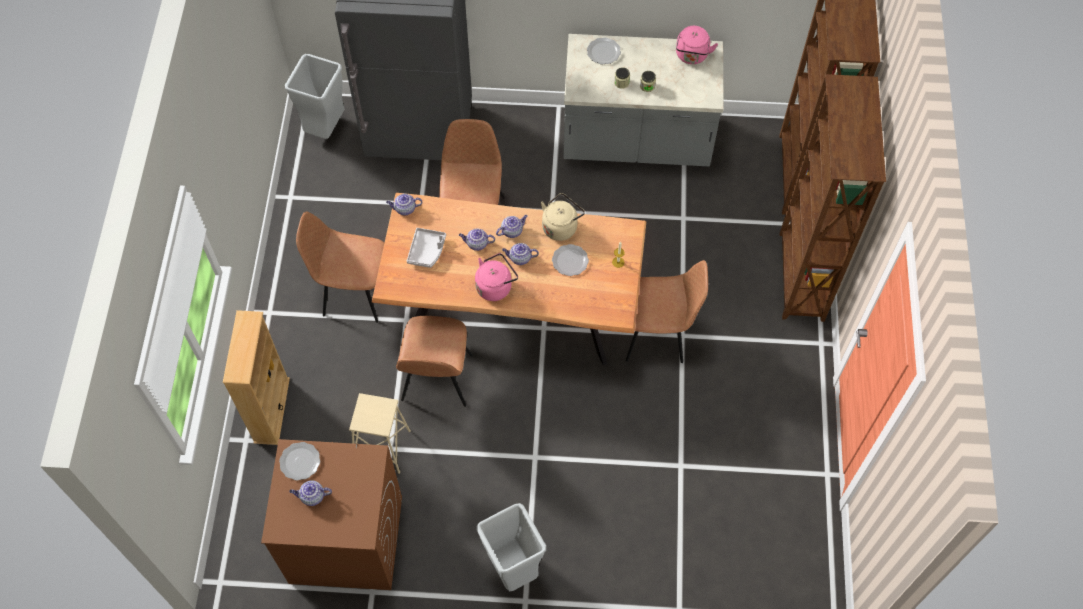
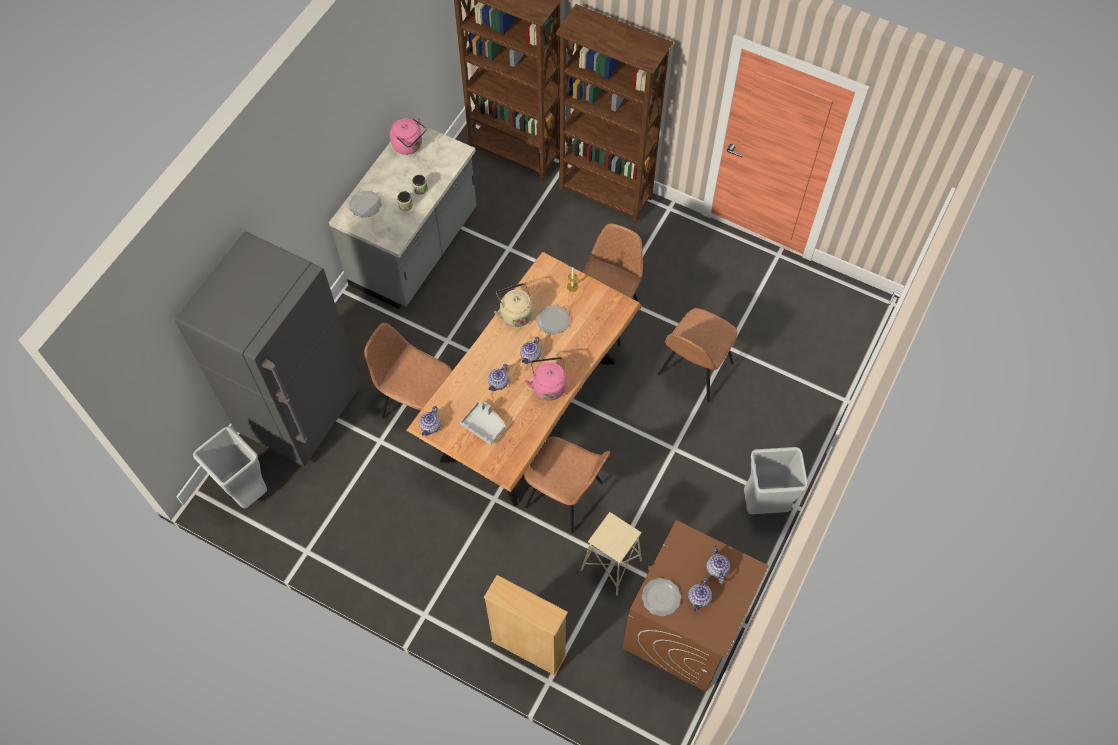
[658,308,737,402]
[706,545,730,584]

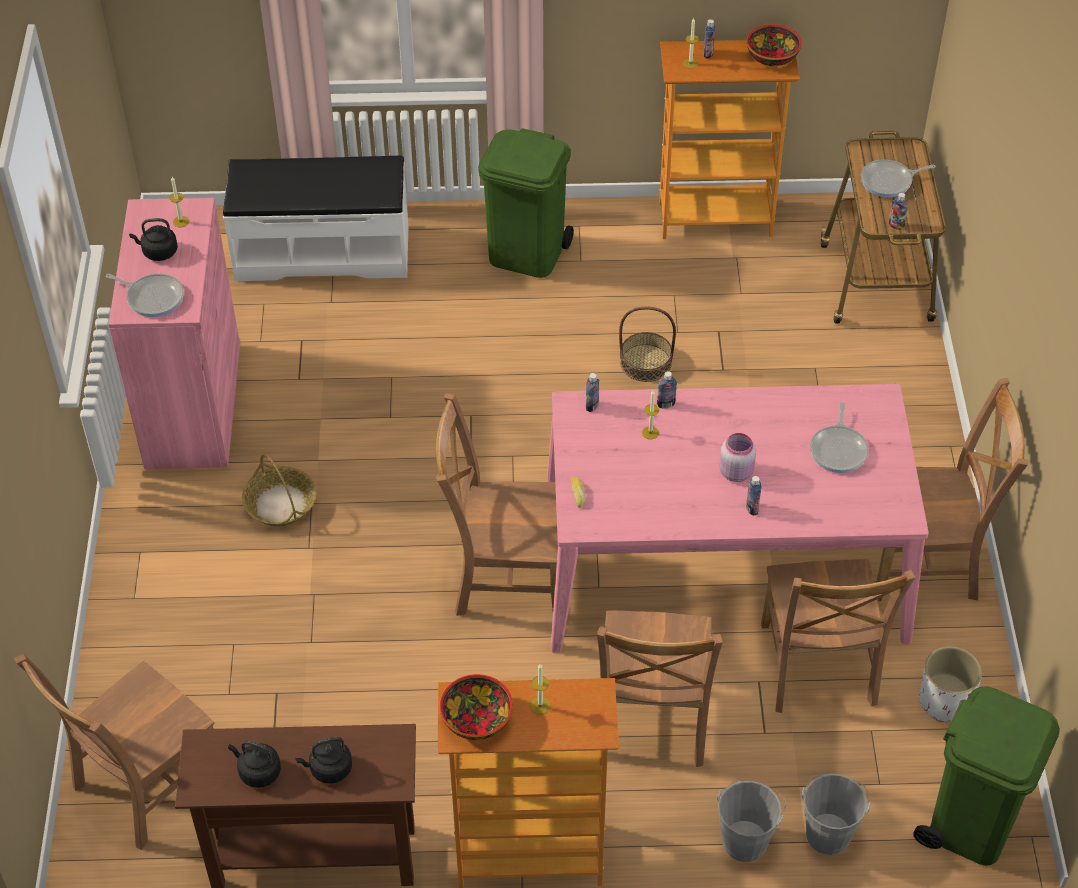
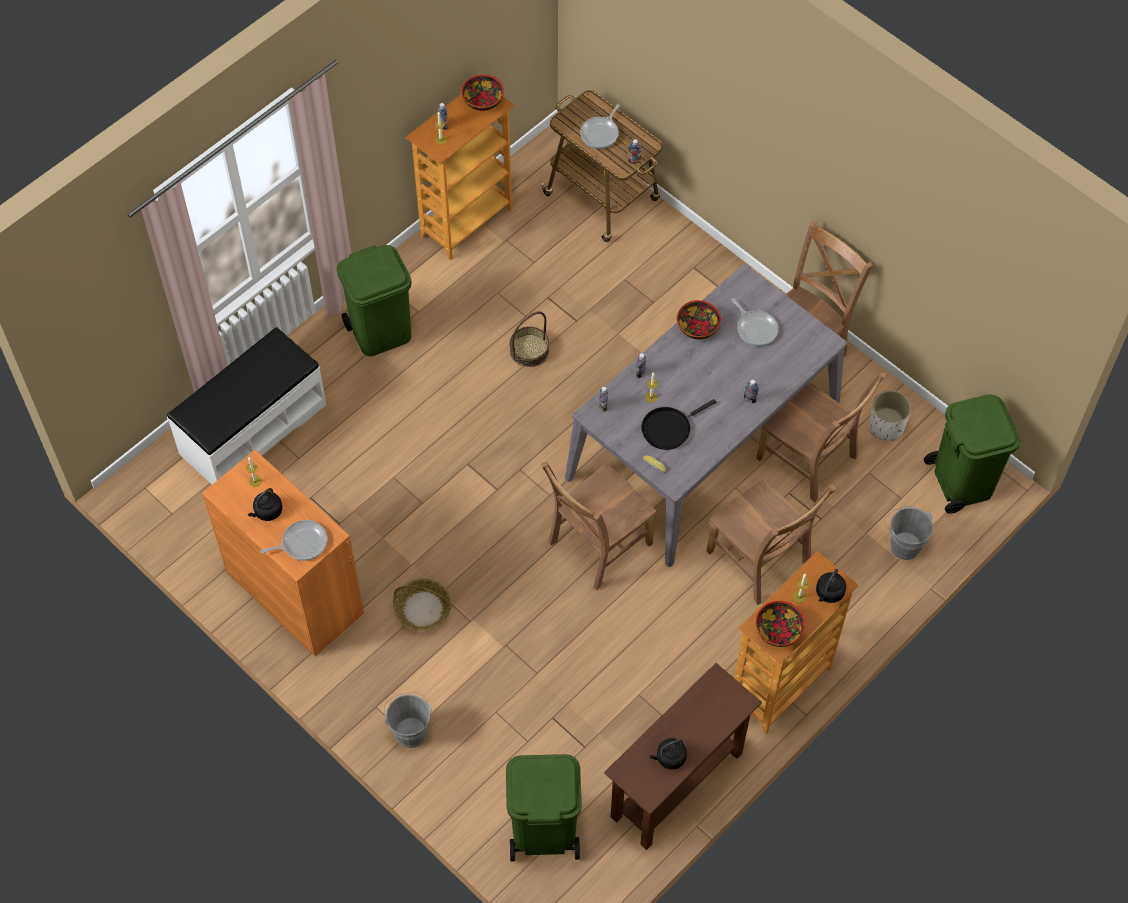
[202,450,364,656]
[384,692,432,748]
[506,754,582,861]
[565,264,847,567]
[642,399,716,450]
[677,300,721,339]
[816,569,846,603]
[719,433,756,482] (first image)

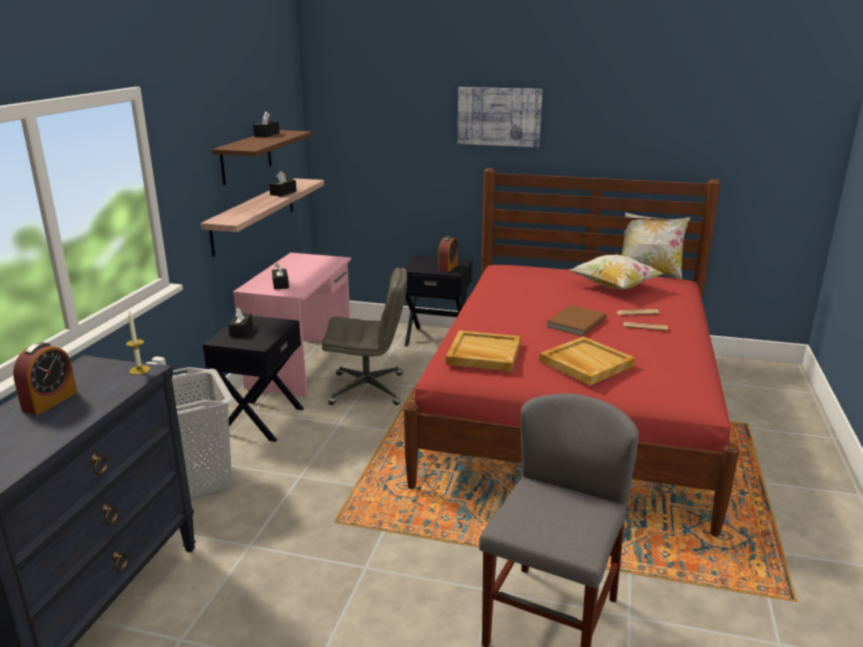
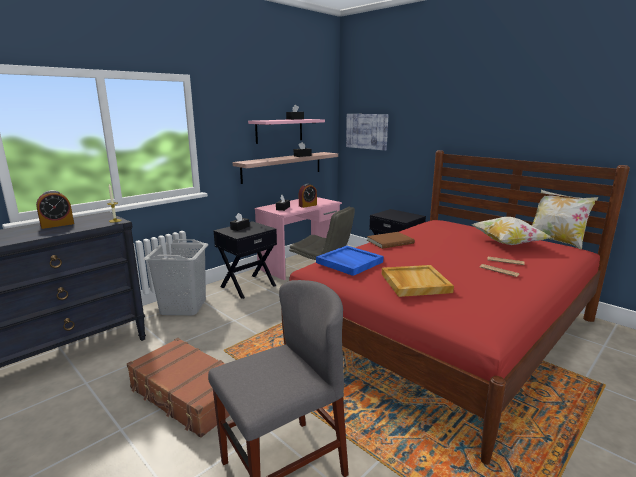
[127,338,230,438]
[248,119,325,144]
[299,184,317,208]
[316,246,384,276]
[346,114,388,151]
[367,232,415,249]

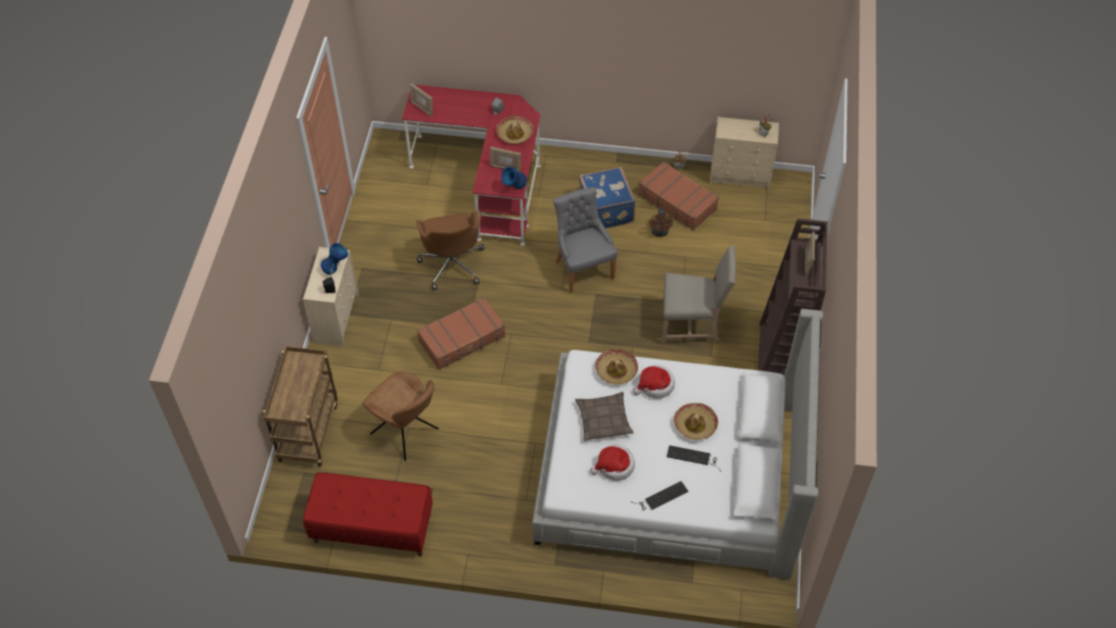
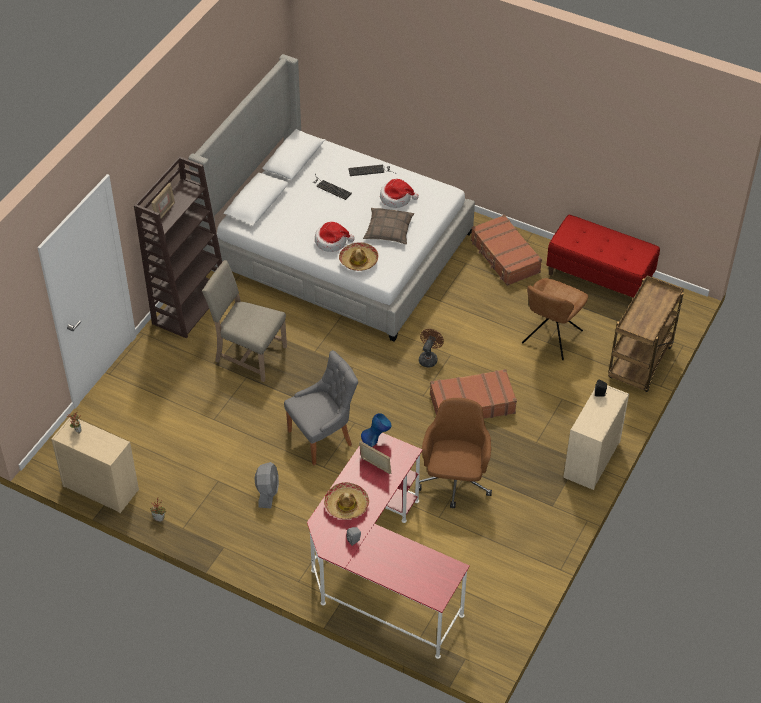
[255,462,279,508]
[284,350,358,465]
[419,329,444,367]
[471,215,542,286]
[522,278,588,360]
[321,243,348,275] (first image)
[410,83,433,117] (first image)
[674,403,718,440] (first image)

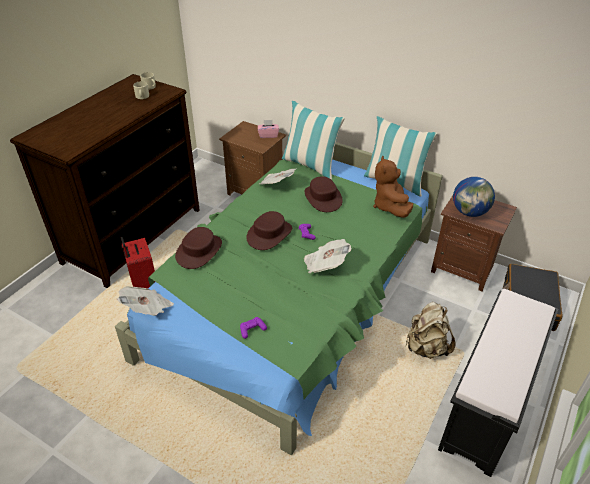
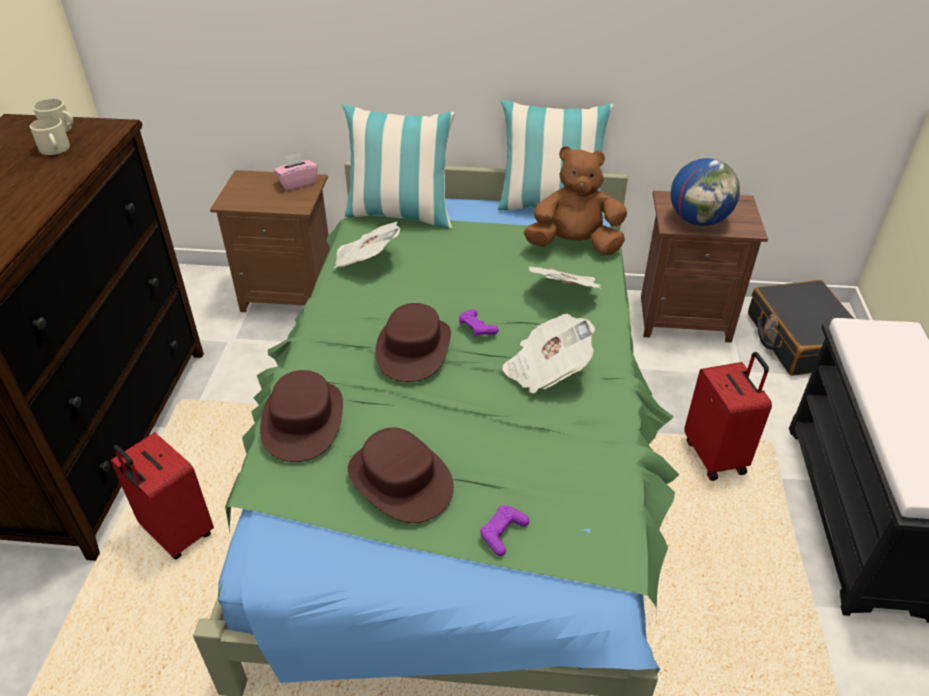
[348,427,454,523]
[524,146,627,255]
[529,267,602,289]
[684,352,772,481]

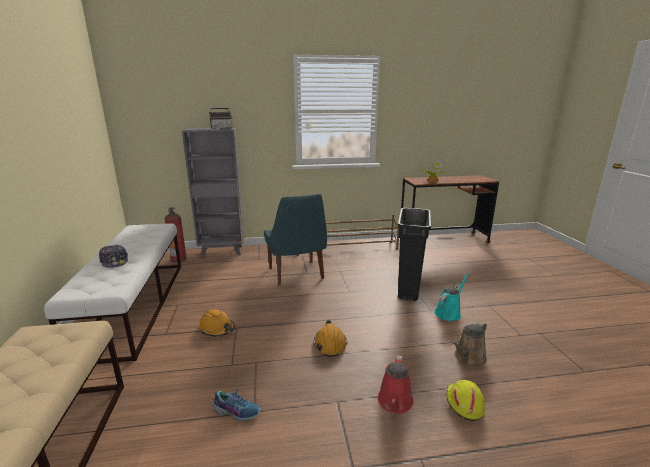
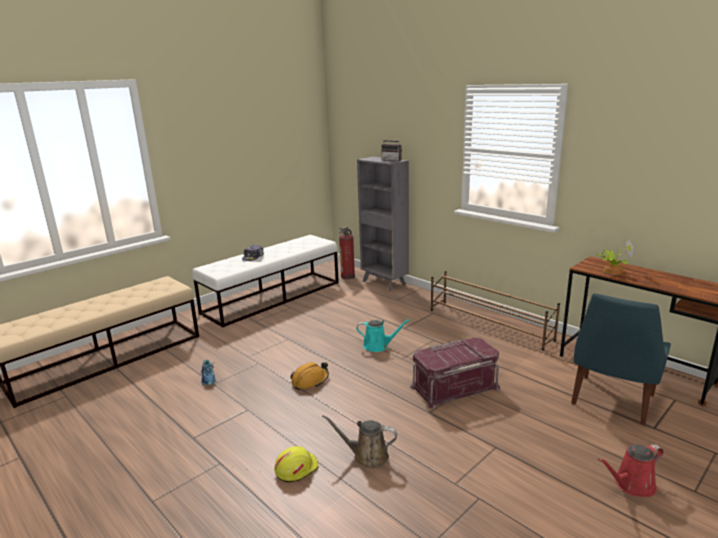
[356,319,410,352]
[410,337,500,409]
[571,293,671,426]
[598,444,664,497]
[199,309,235,337] (first image)

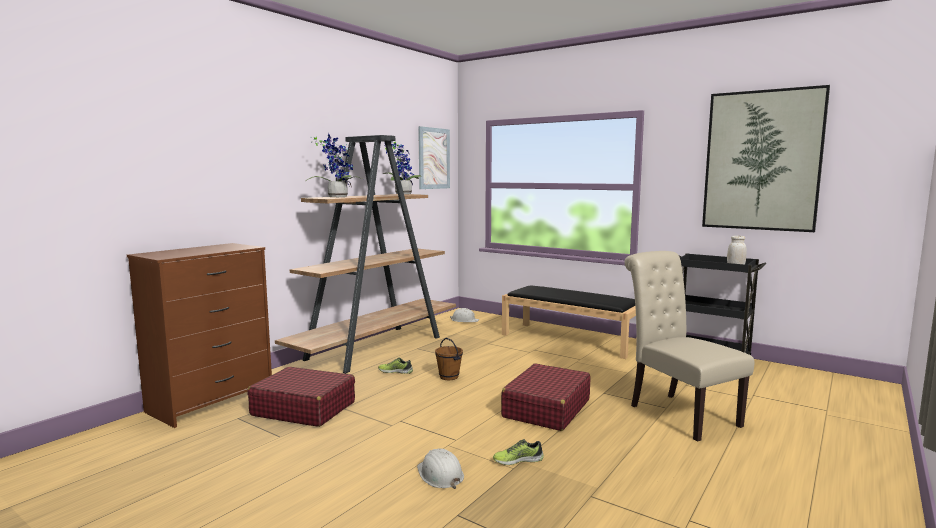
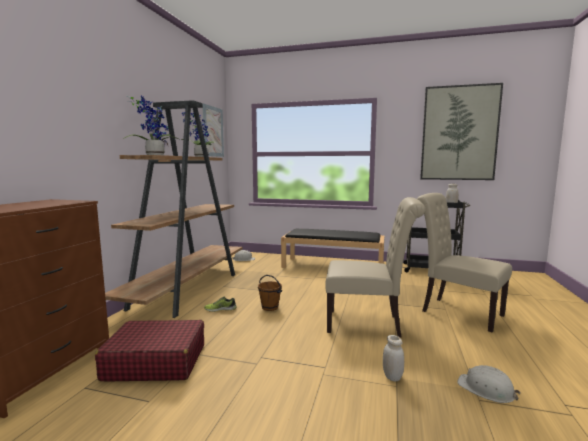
[325,197,425,337]
[383,335,404,381]
[457,365,521,403]

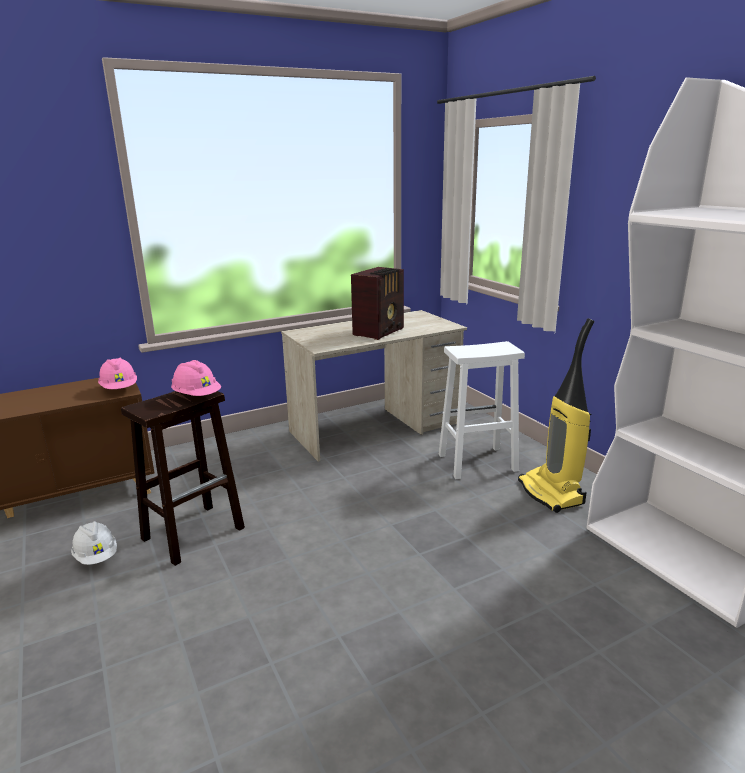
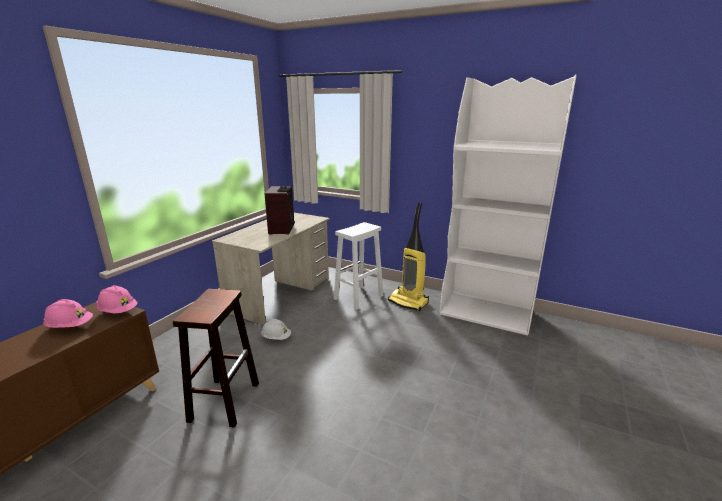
[43,299,93,328]
[261,319,291,340]

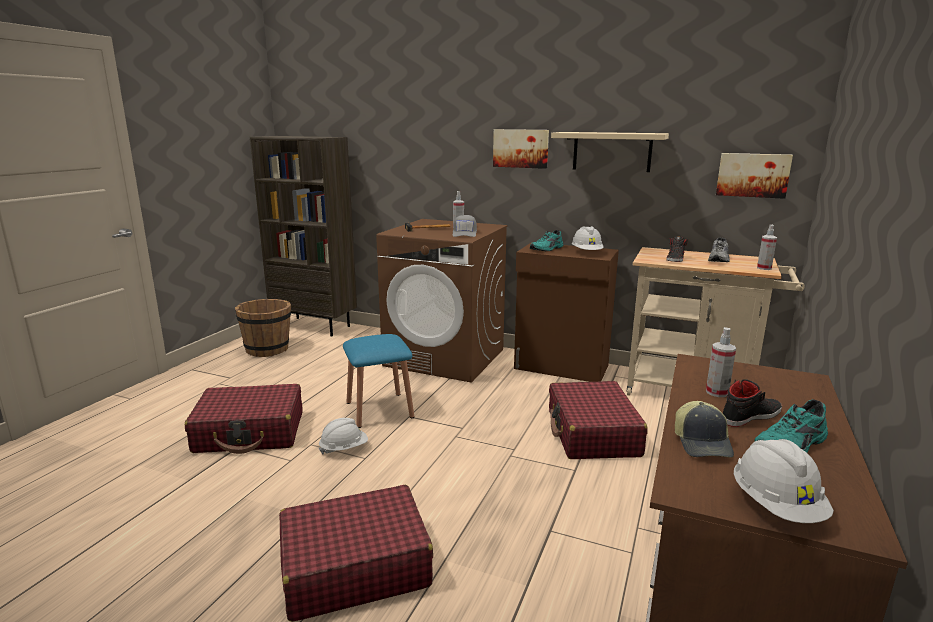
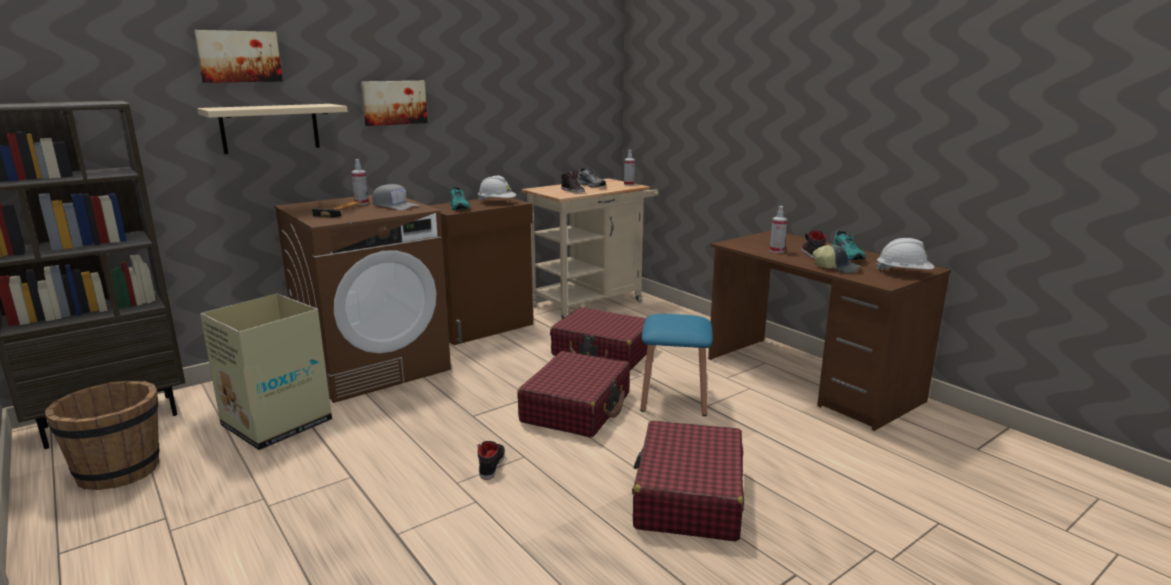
[194,30,283,83]
[197,104,348,154]
[200,294,332,450]
[477,441,505,480]
[517,351,630,438]
[640,314,713,416]

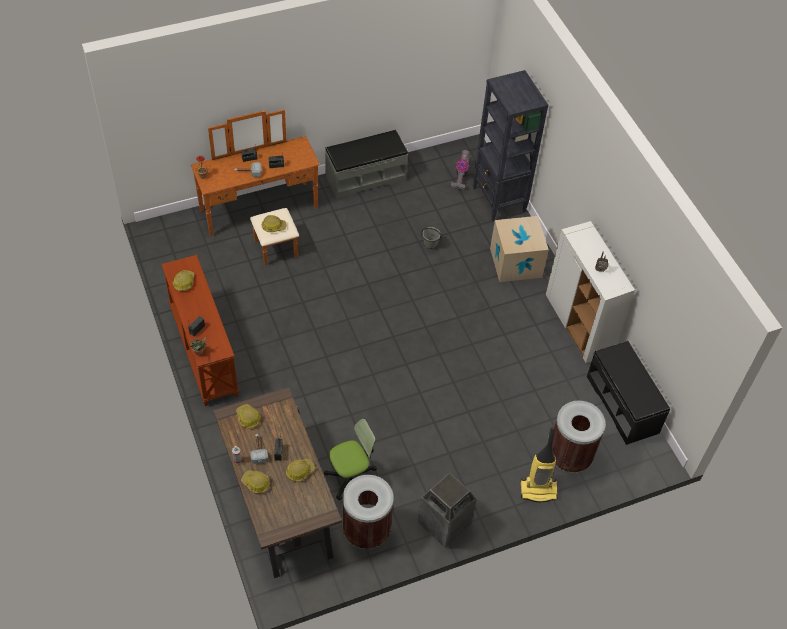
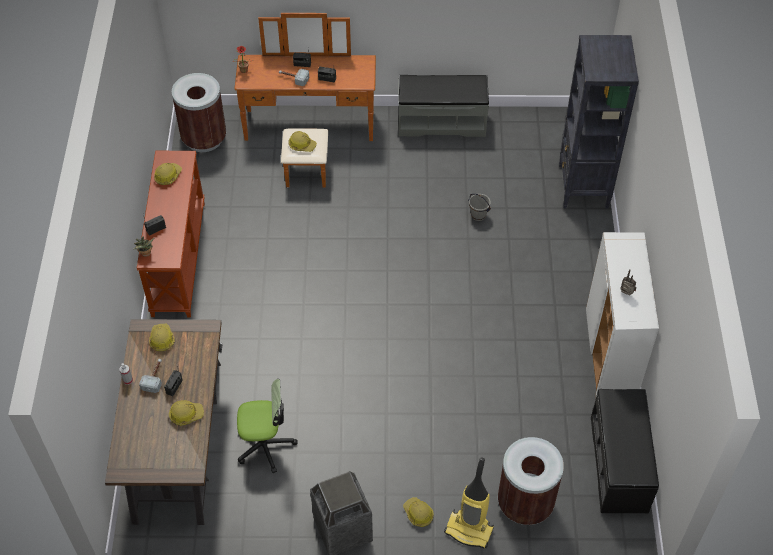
[172,73,226,152]
[403,497,434,527]
[451,150,470,190] (first image)
[490,216,549,282] (first image)

